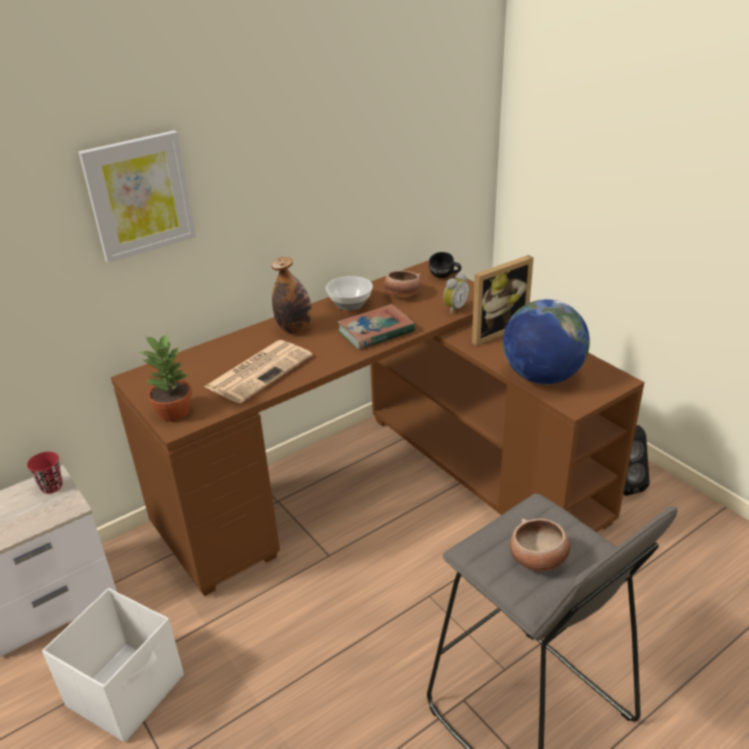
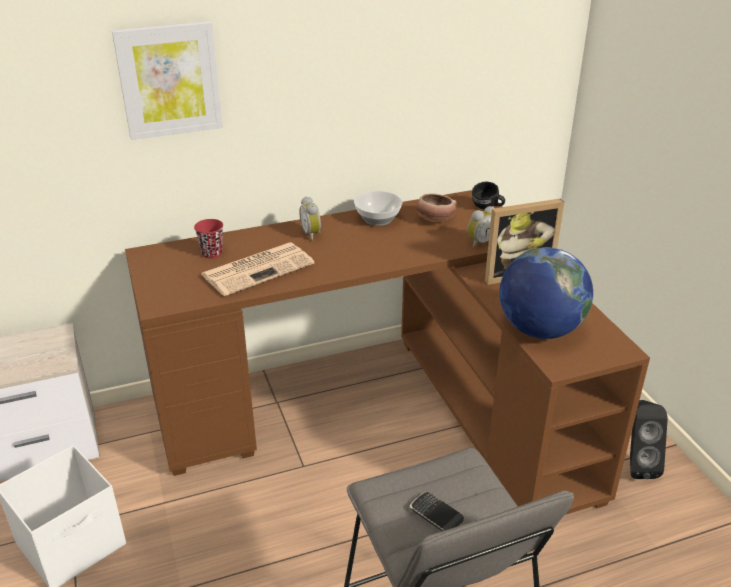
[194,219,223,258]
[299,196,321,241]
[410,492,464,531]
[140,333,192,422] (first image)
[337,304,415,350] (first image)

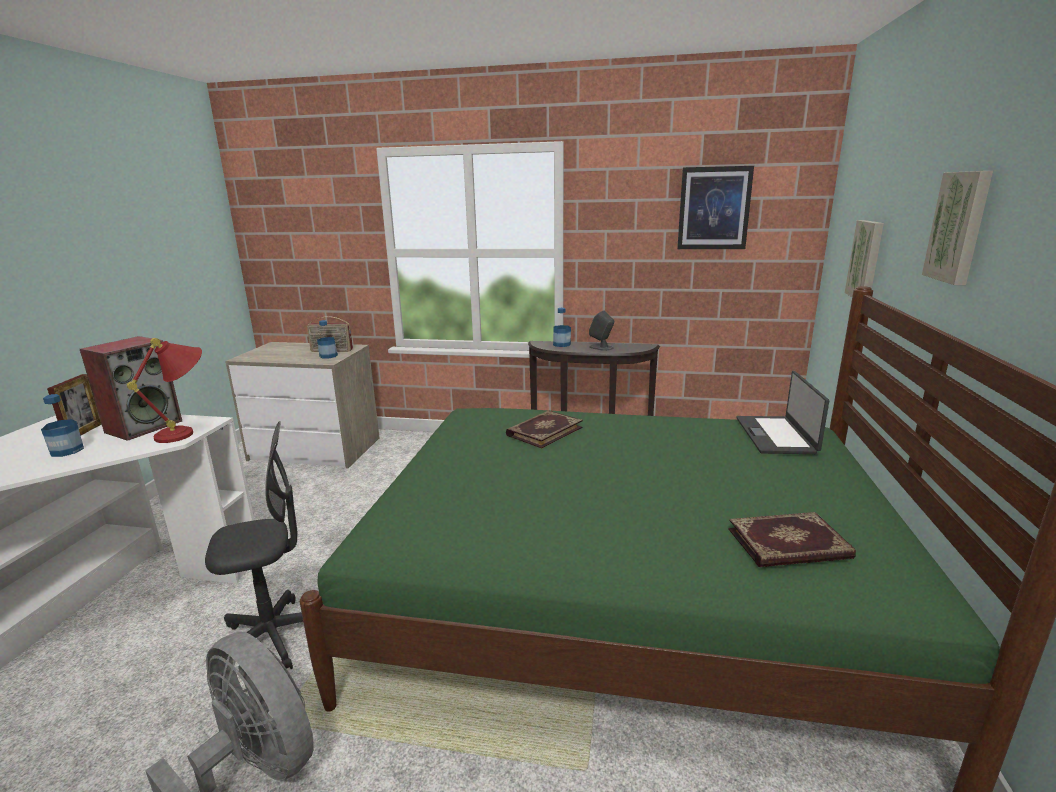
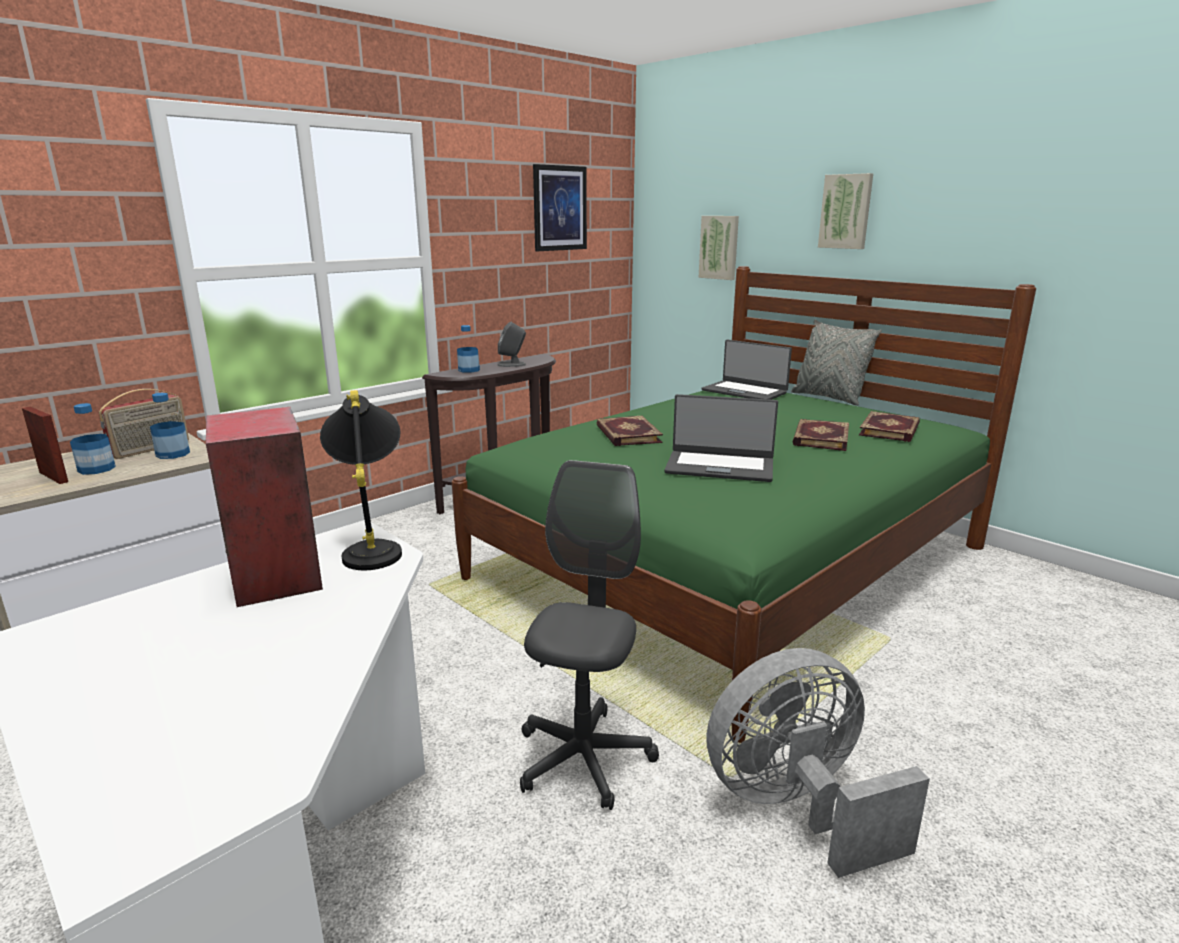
[22,407,68,484]
[70,403,116,475]
[320,390,402,570]
[664,394,778,482]
[791,320,882,406]
[792,419,849,451]

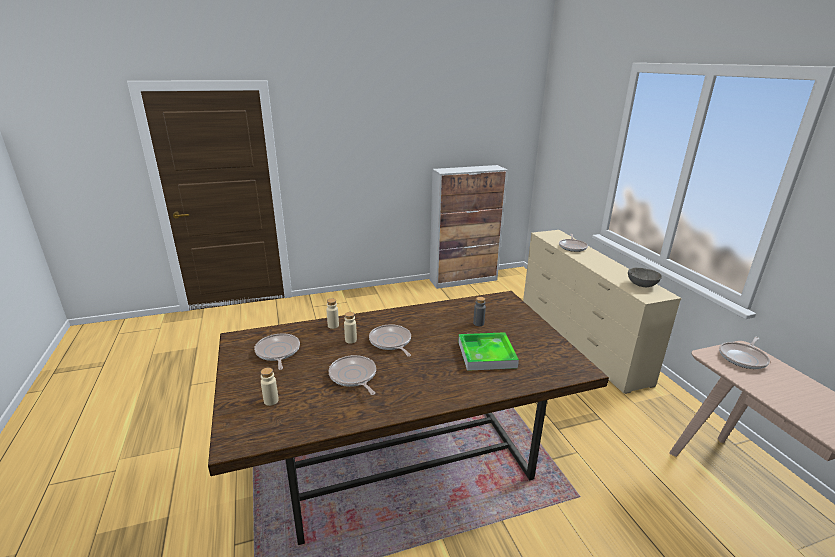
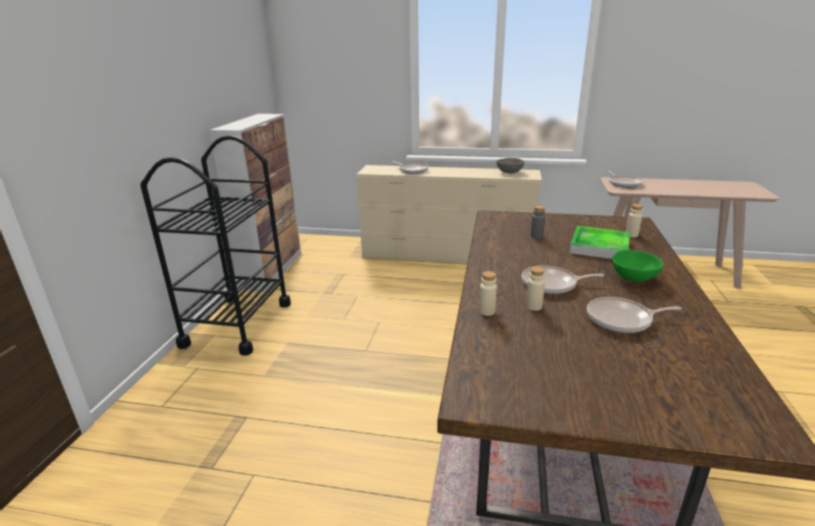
[140,135,291,356]
[612,250,664,282]
[626,204,643,237]
[254,333,300,370] (first image)

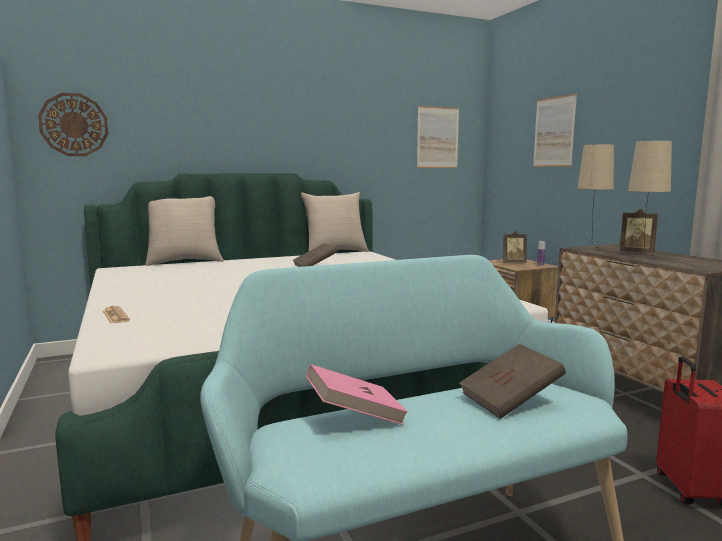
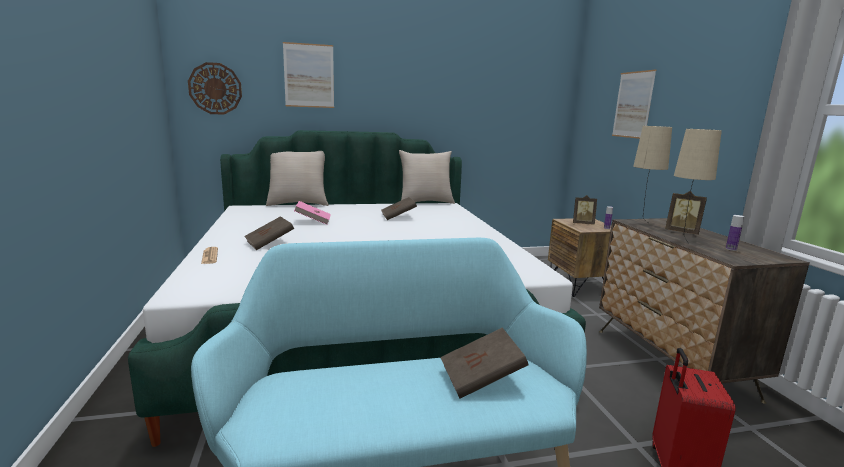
[244,216,294,250]
[283,42,334,108]
[294,201,331,225]
[726,215,744,251]

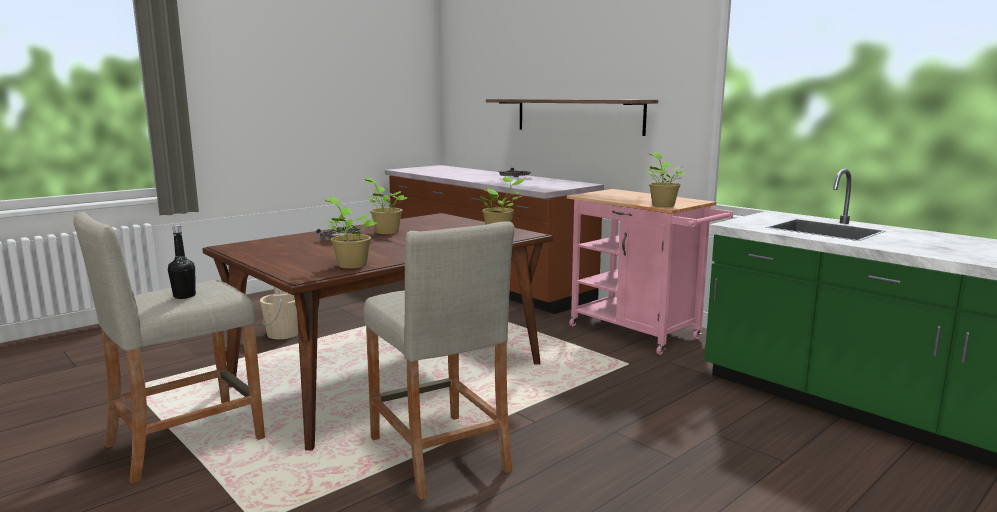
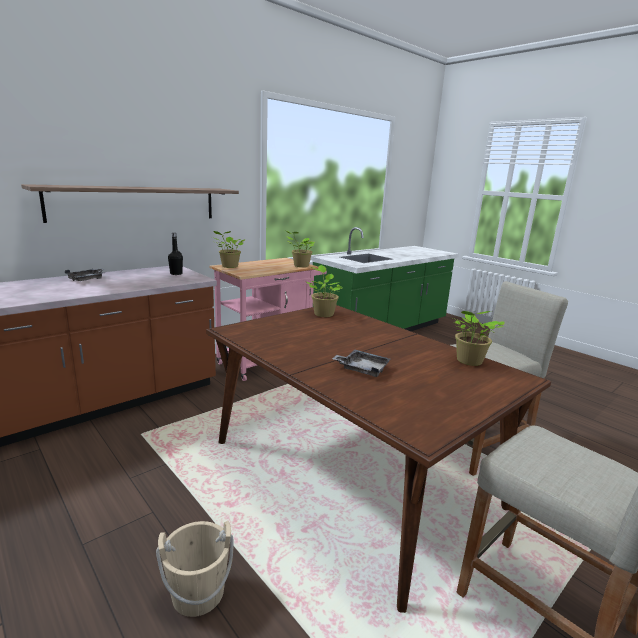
[168,233,183,275]
[212,231,245,268]

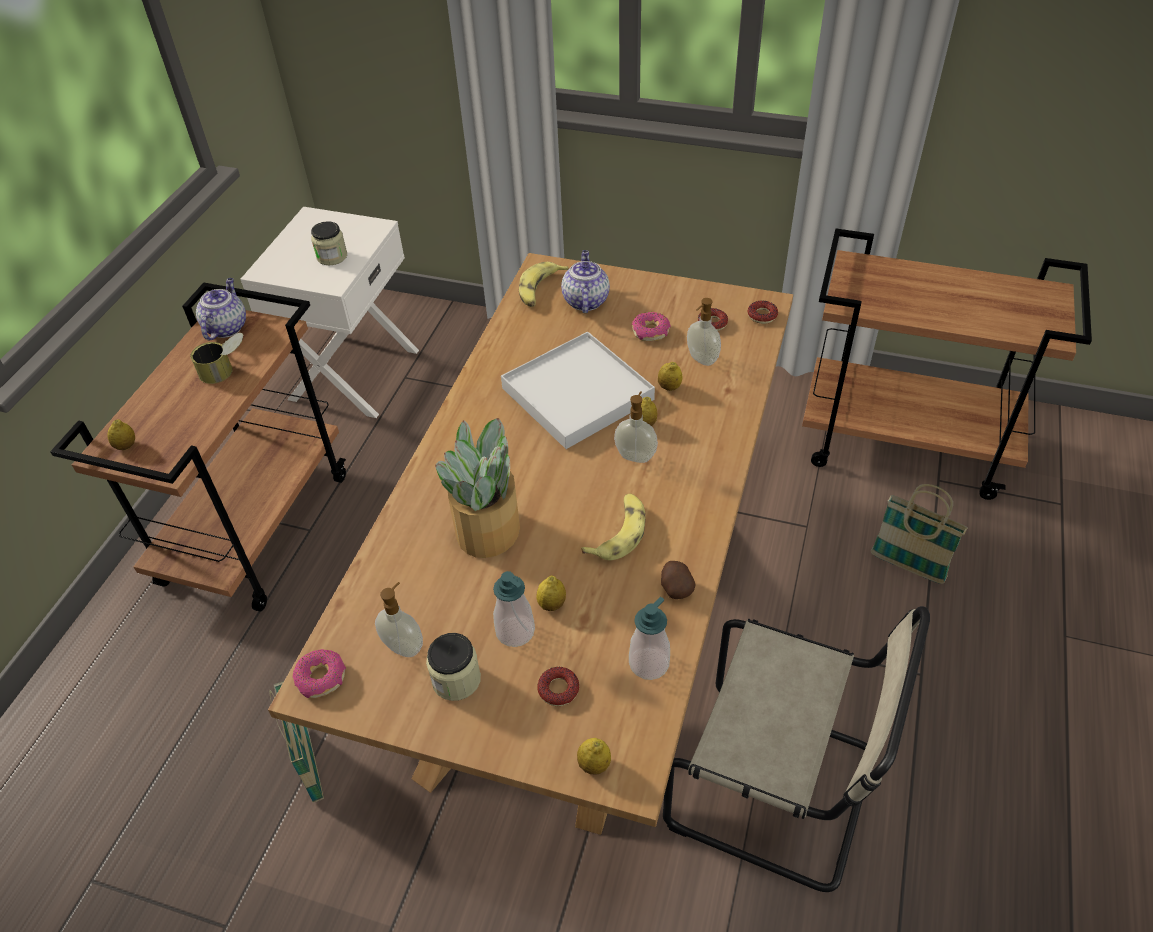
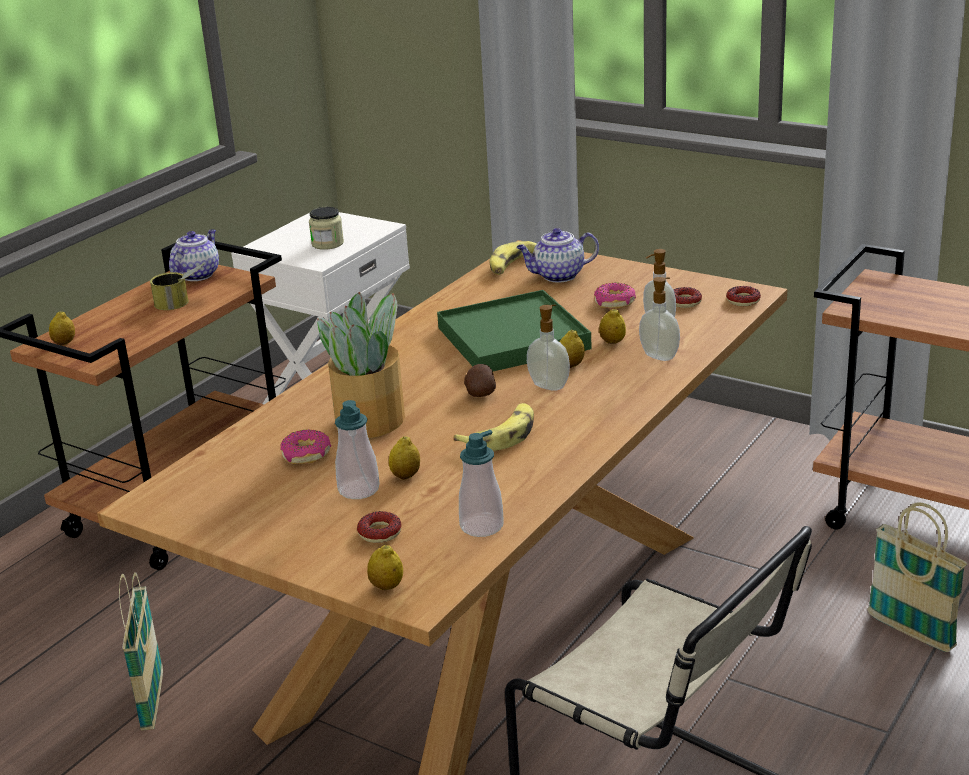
[280,429,331,464]
[437,290,592,371]
[464,364,496,397]
[516,228,599,283]
[639,277,680,361]
[426,633,481,701] (first image)

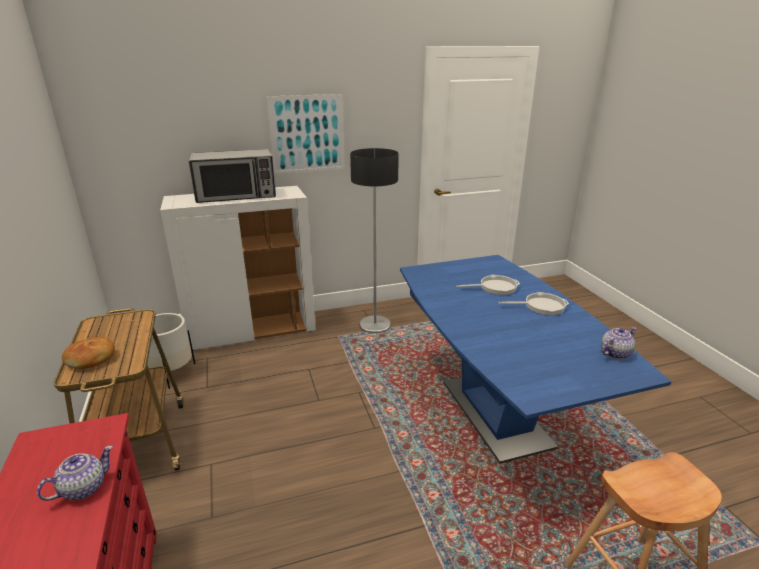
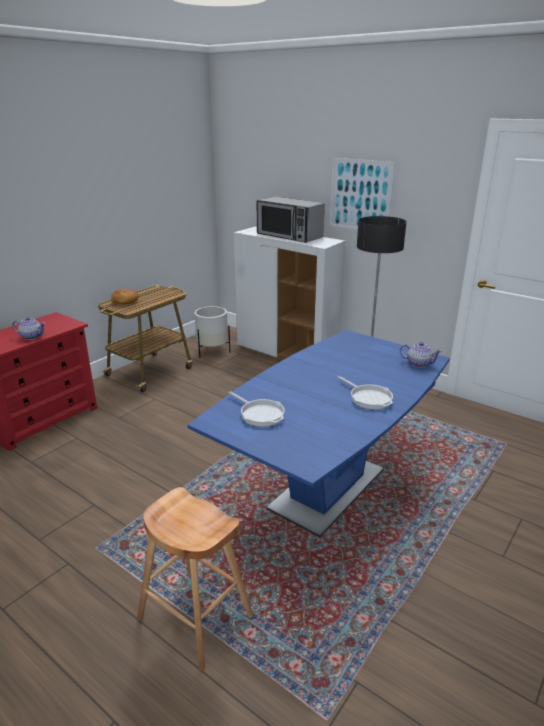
[229,391,285,427]
[400,342,442,368]

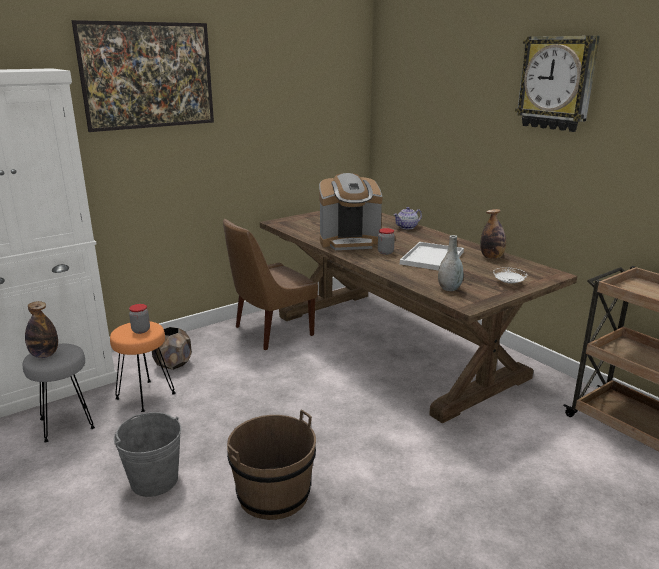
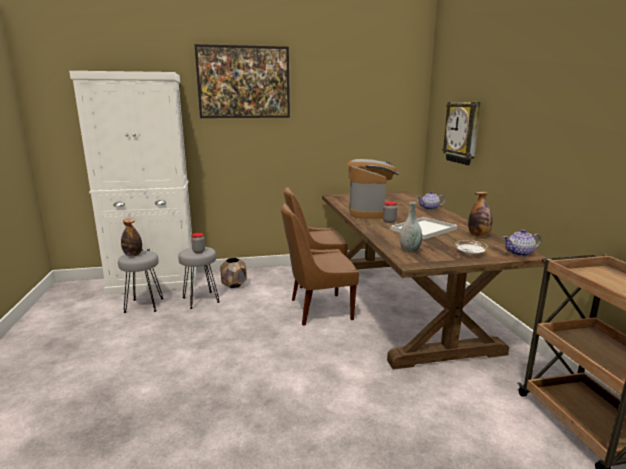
[178,247,219,309]
[281,203,359,326]
[347,159,399,219]
[442,102,481,165]
[503,229,541,257]
[114,412,181,497] (first image)
[227,410,316,520] (first image)

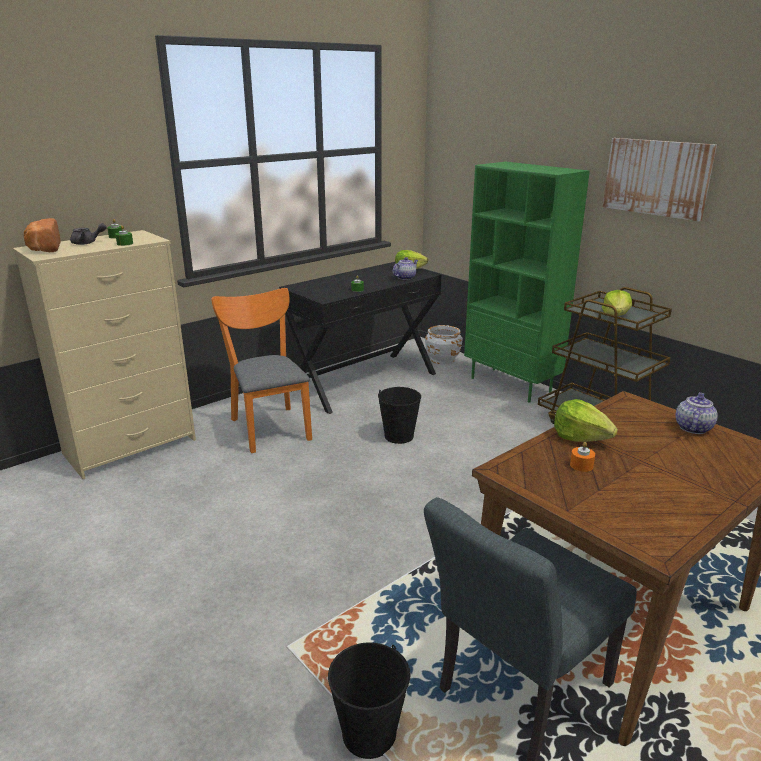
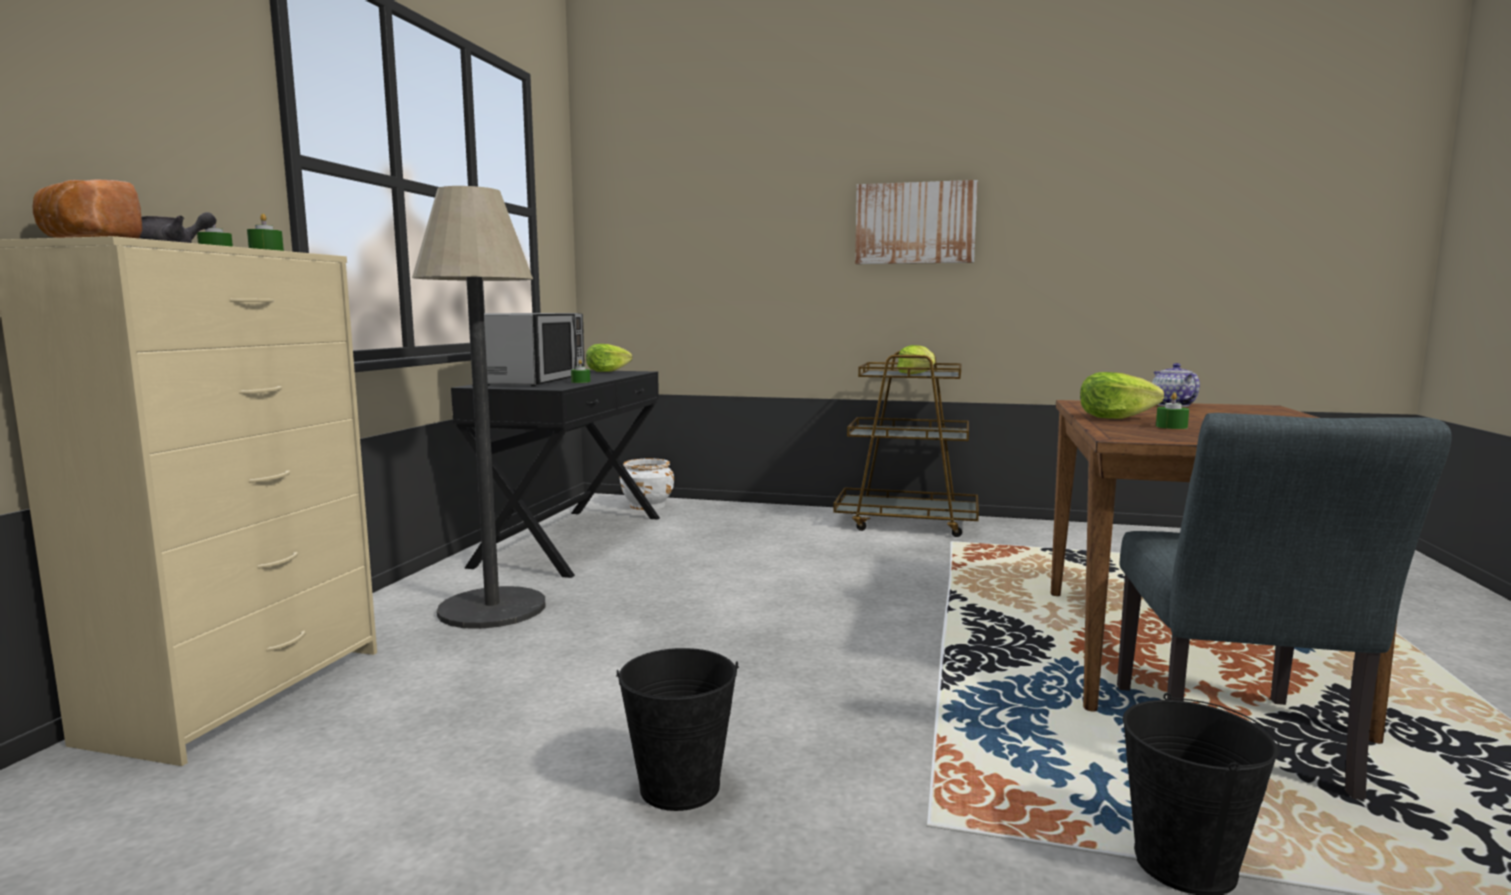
[412,186,545,629]
[484,313,585,386]
[616,648,739,811]
[1156,393,1189,429]
[393,257,418,280] (first image)
[464,162,590,403] (first image)

